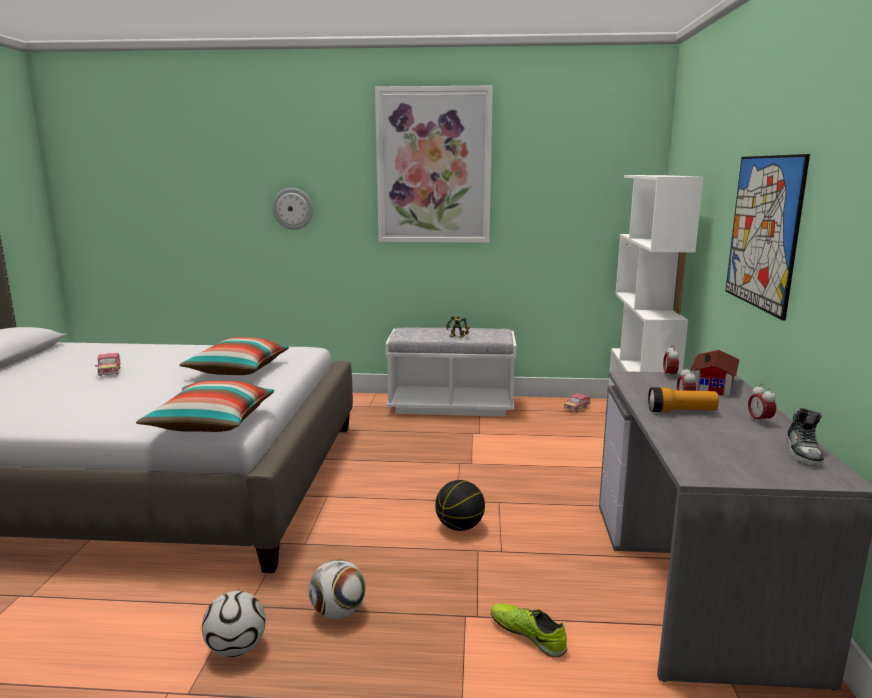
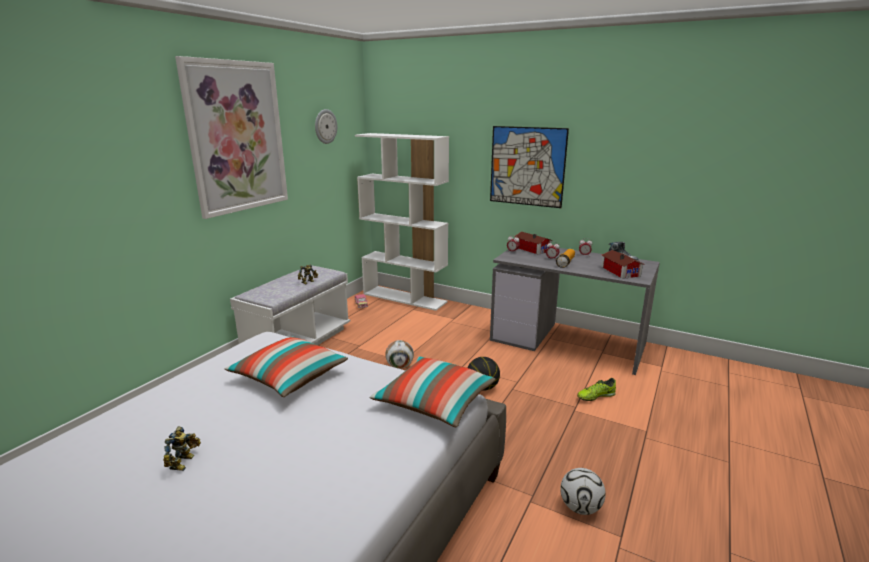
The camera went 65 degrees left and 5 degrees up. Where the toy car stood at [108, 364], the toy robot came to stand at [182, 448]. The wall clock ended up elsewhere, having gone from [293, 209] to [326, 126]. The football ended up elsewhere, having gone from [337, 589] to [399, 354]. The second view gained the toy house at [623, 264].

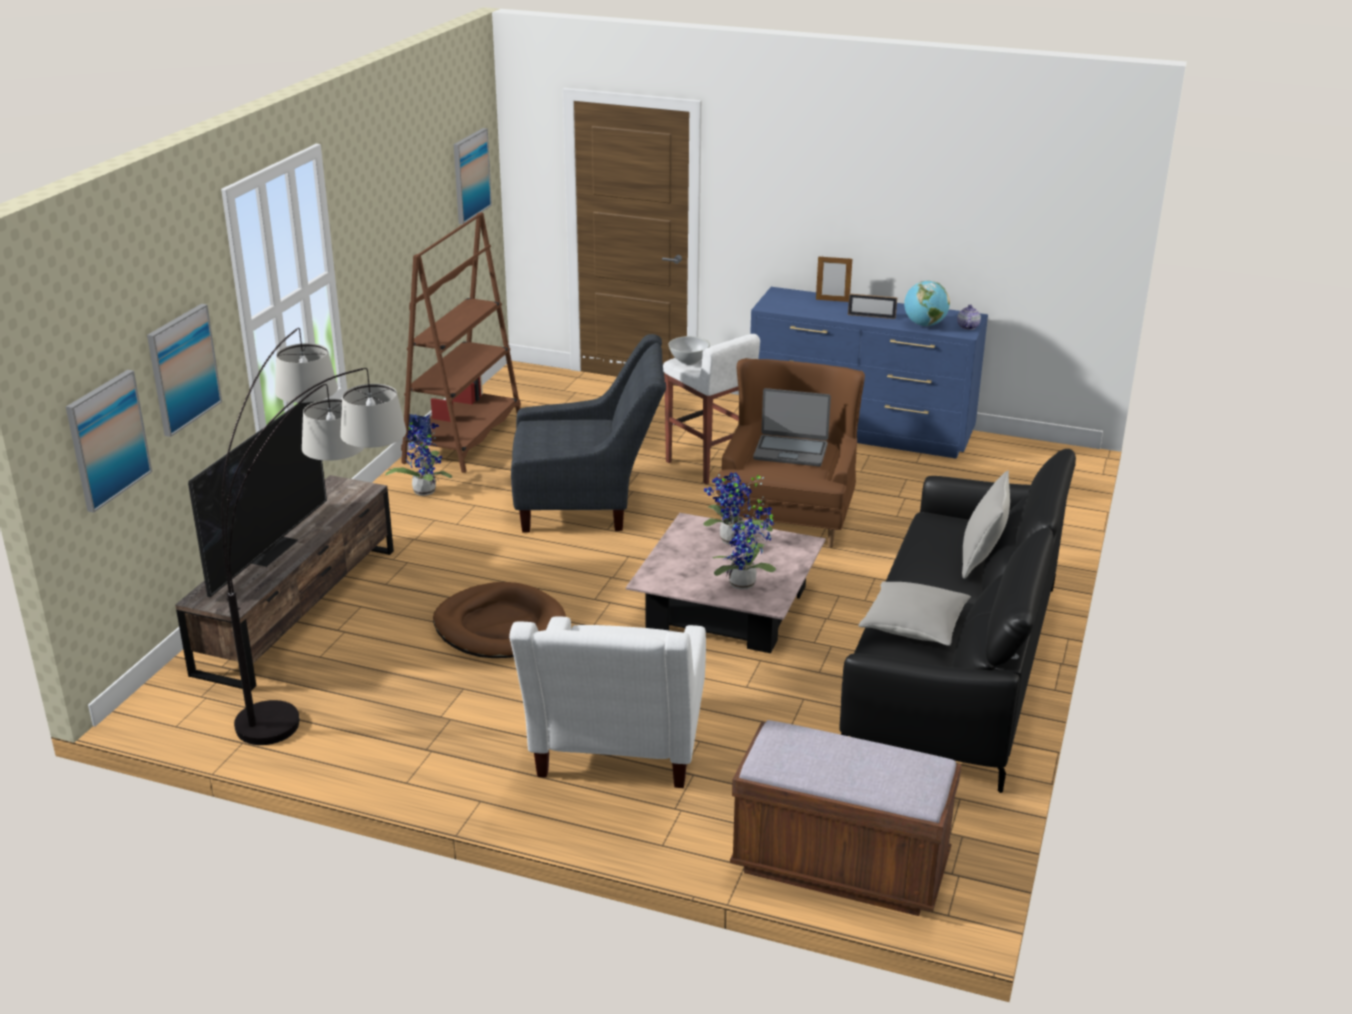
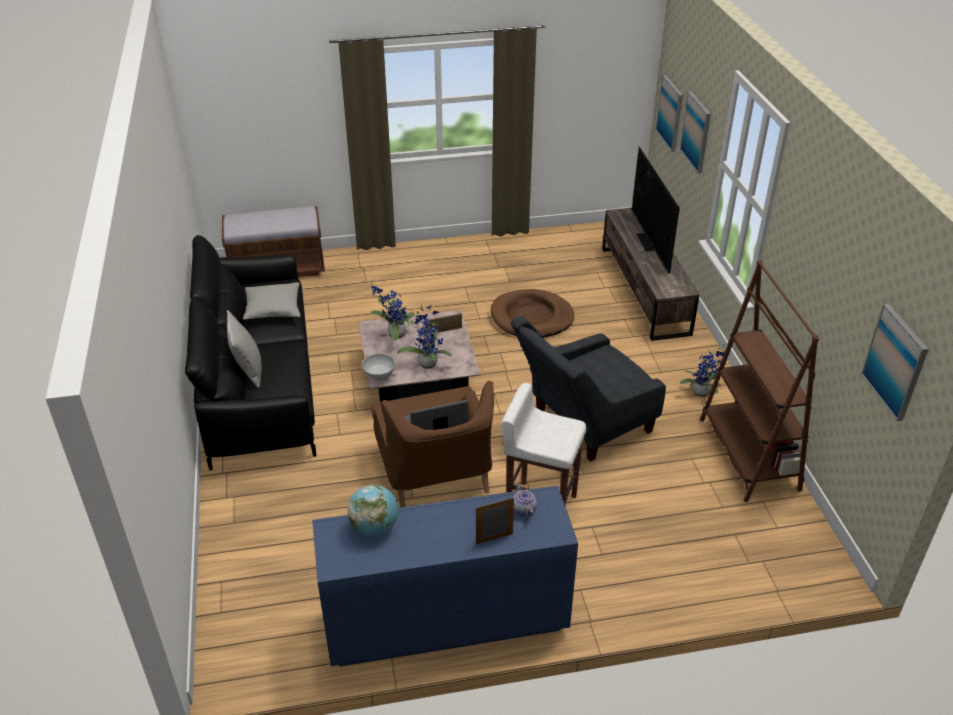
The camera went 150 degrees right and 10 degrees up. The second view lost the floor lamp at [313, 536]. The second view lost the armchair in white at [607, 702]. The bowl in white ended up elsewhere, having gone from [689, 350] to [379, 366]. The picture frame ended up elsewhere, having gone from [872, 306] to [443, 323]. The teapot ended up elsewhere, having gone from [969, 317] to [525, 500].

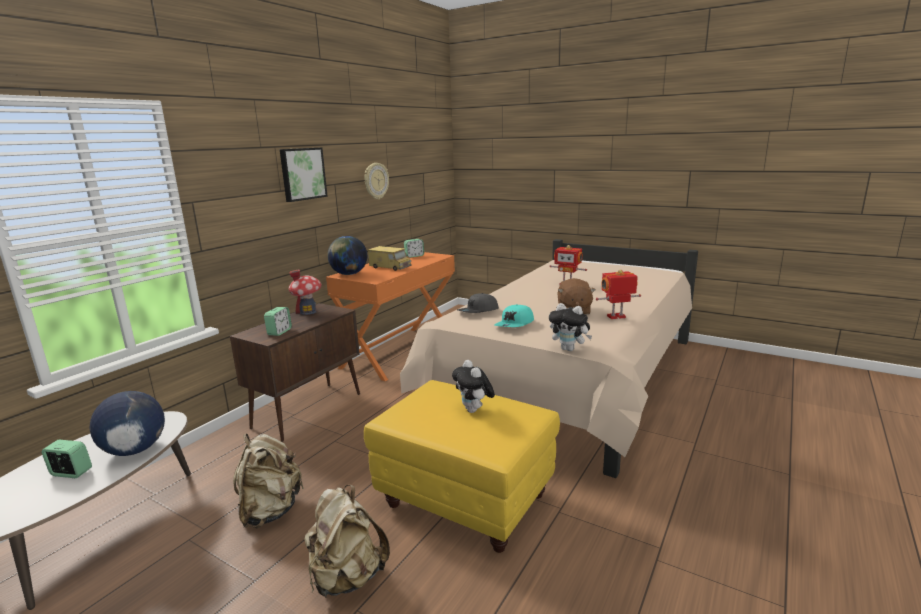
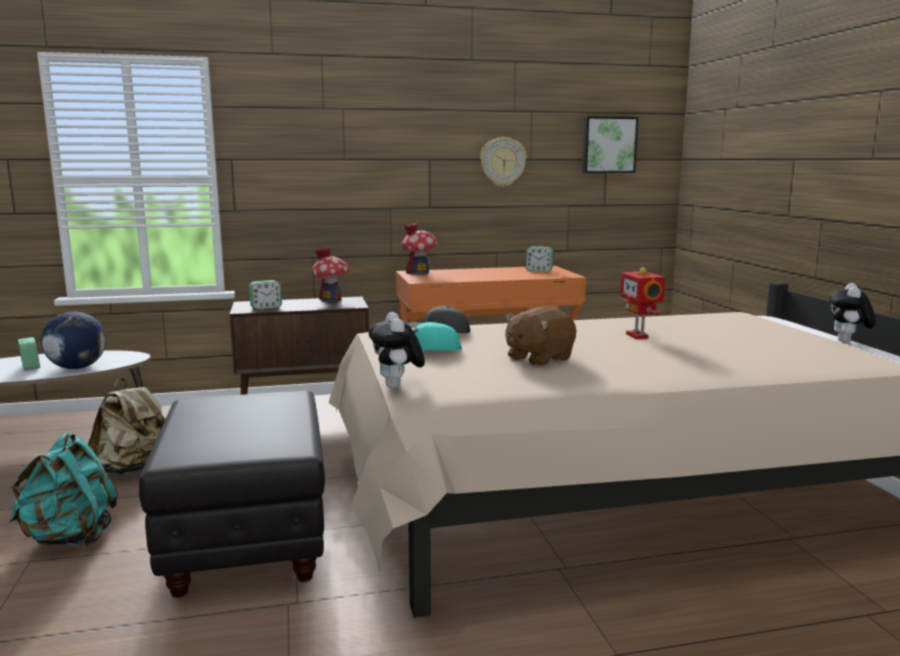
The camera went 45 degrees right and 5 degrees down. The picture ended up elsewhere, having gone from [304, 175] to [610, 144]. What was the backpack in beige at [347, 541] turned into the backpack in turquoise at [63, 490]. Where the globe stood at [347, 255], the toy house came to stand at [419, 248]. What was the ottoman in yellow at [462, 466] turned into the ottoman in black at [232, 494]. The second view lost the toy truck at [390, 258]. The plush toy ended up elsewhere, having gone from [473, 386] to [852, 313]. The second view lost the toy robot at [618, 294].

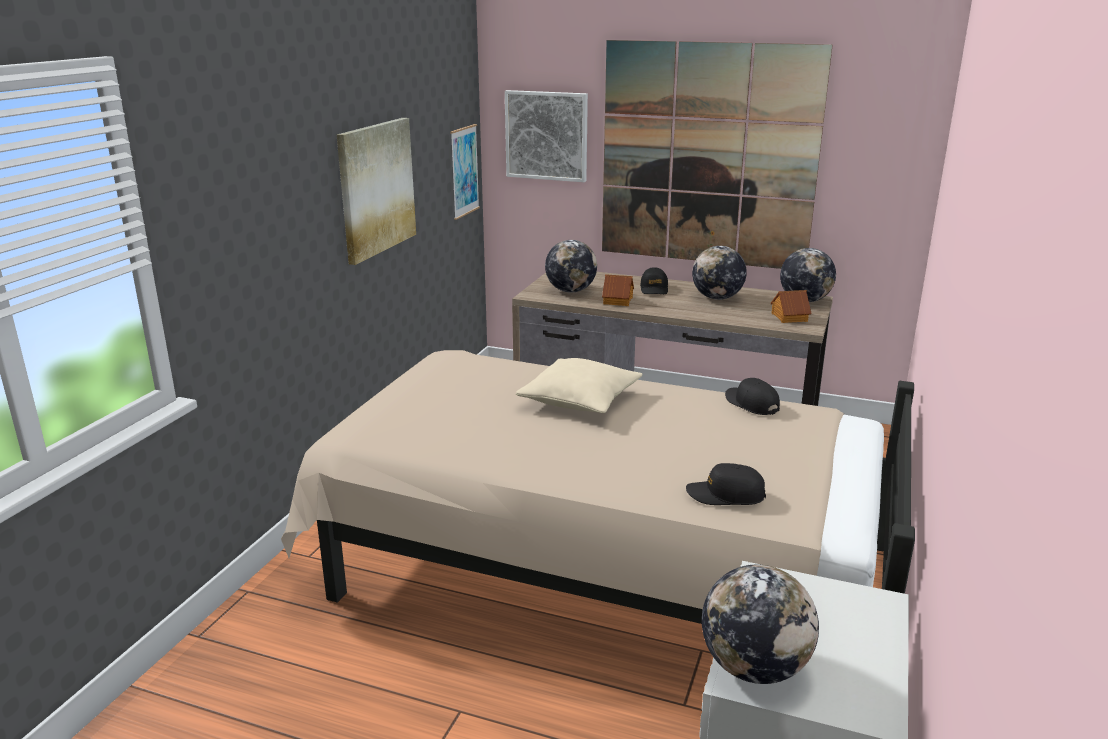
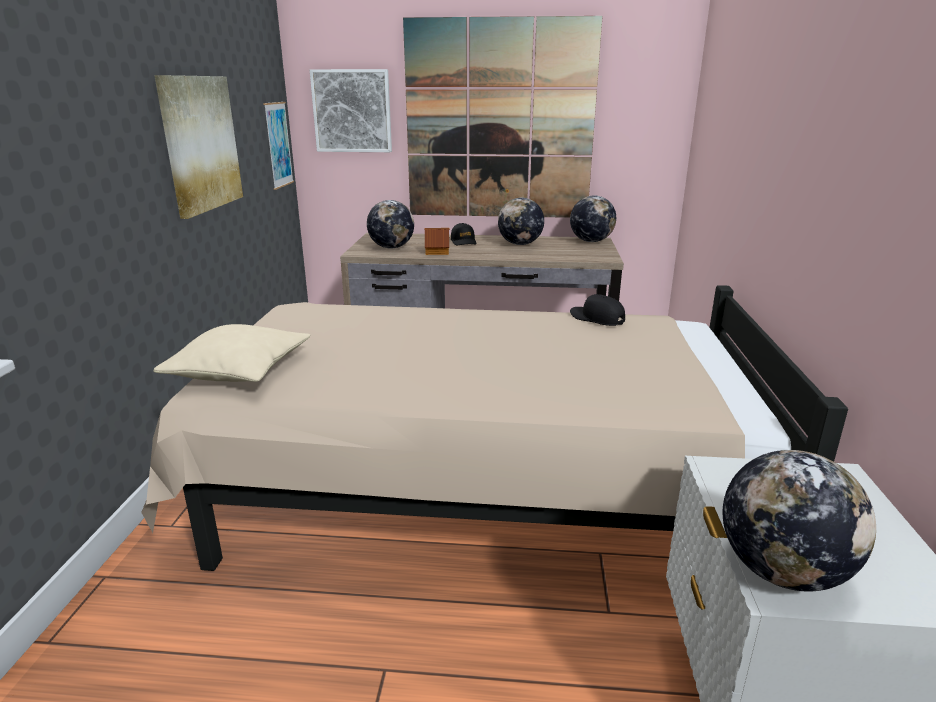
The camera went 15 degrees left and 0 degrees up. The pillow in beige ended up elsewhere, having gone from [579, 385] to [231, 353]. The second view lost the cap in black at [726, 484]. The second view lost the toy house at [791, 306].

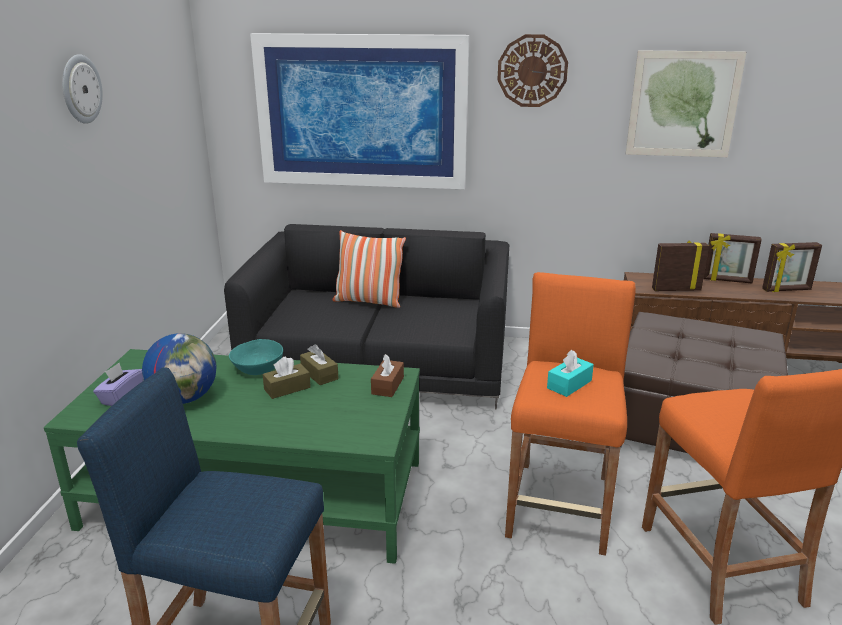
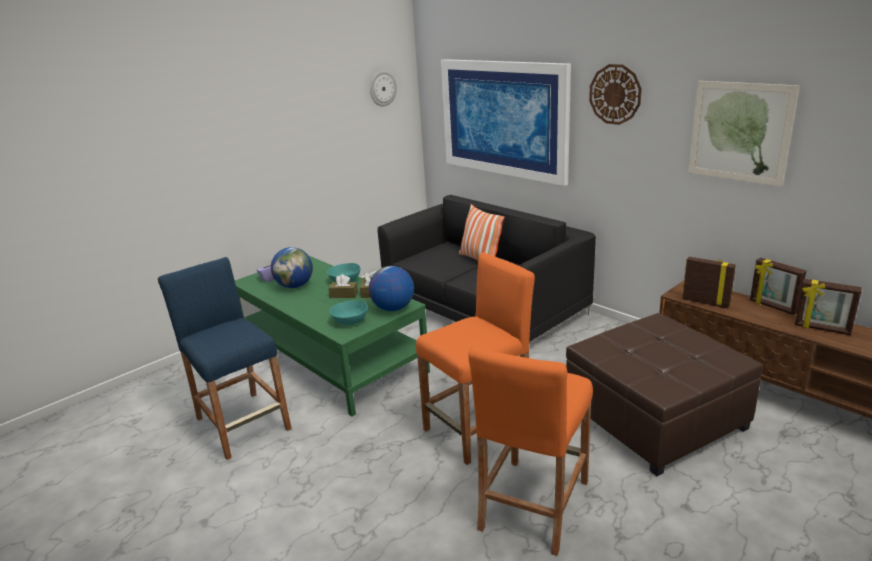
The camera went 40 degrees right and 0 degrees up. The wall clock ended up elsewhere, having gone from [82, 89] to [383, 89]. Where the tissue box in brown stood at [387, 375], the globe came to stand at [391, 288]. The second view lost the tissue box in turquoise at [570, 373]. The second view gained the bowl in turquoise at [348, 312].

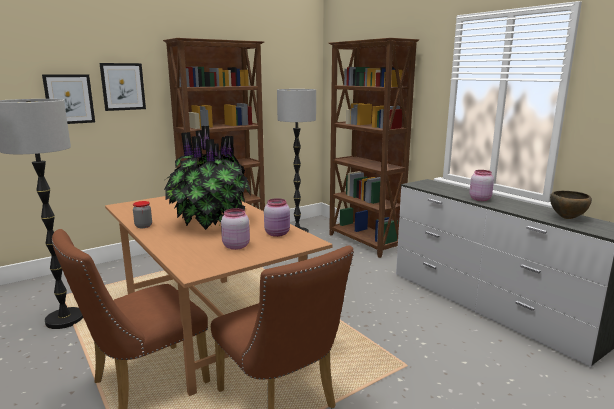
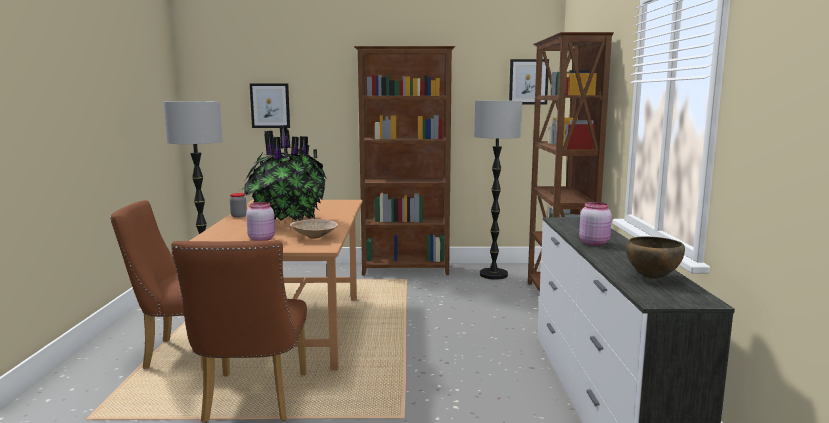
The camera went 35 degrees right and 5 degrees down. The picture ended up elsewhere, having gone from [122, 87] to [529, 81]. Where the jar in pink stood at [277, 217], the bowl in beige came to stand at [314, 229].

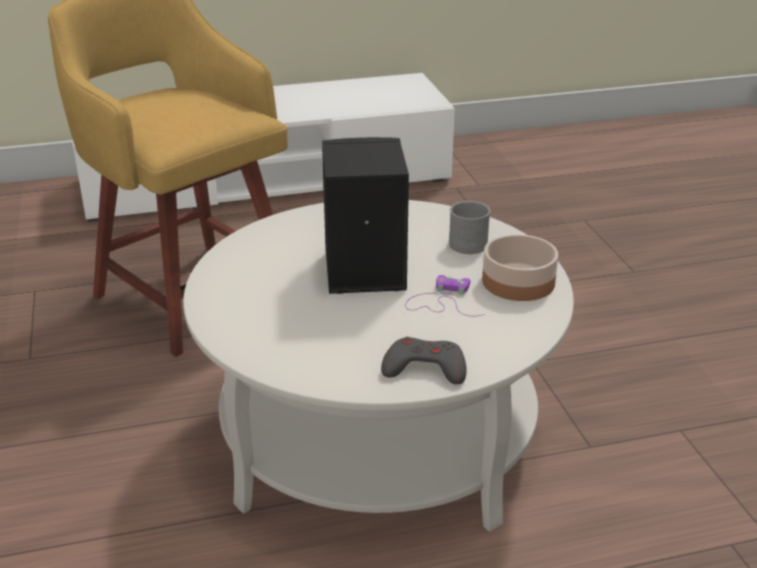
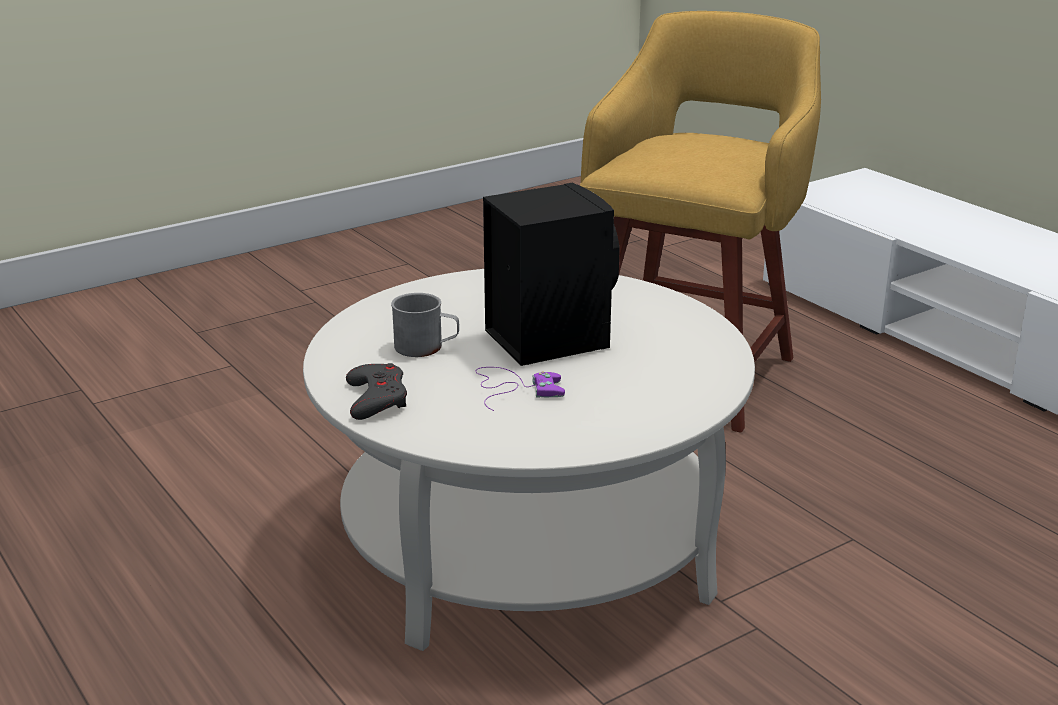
The camera went 70 degrees right and 5 degrees down. The mug in grey ended up elsewhere, having gone from [470, 227] to [425, 325]. The second view lost the bowl at [520, 267].

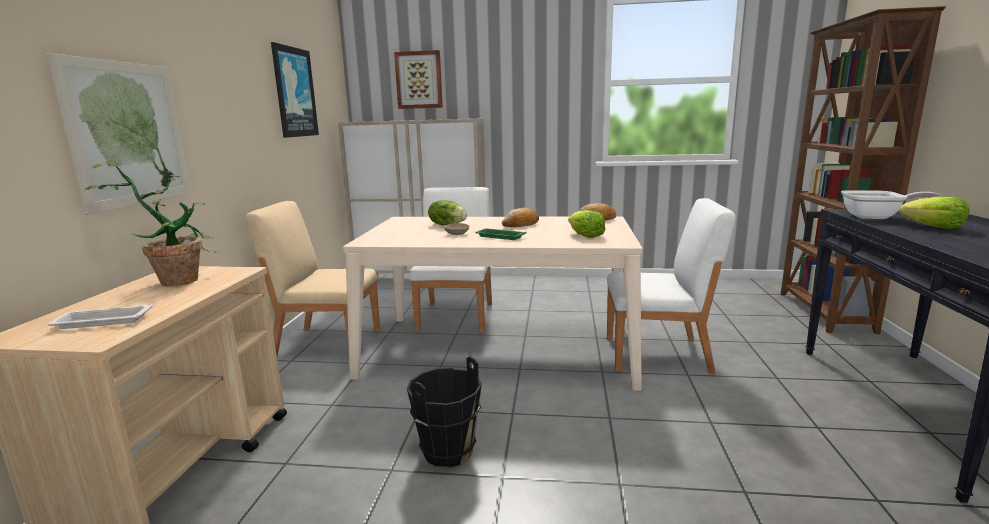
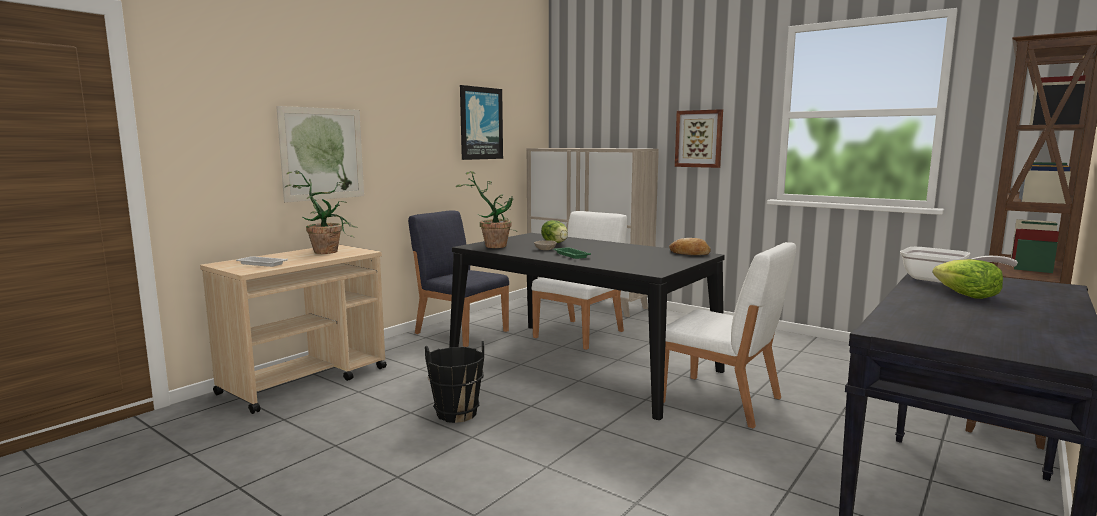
The camera went 30 degrees right and 5 degrees down. What was the chair in beige at [312, 279] turned into the chair in blue at [458, 278]. What was the dining table in beige at [493, 303] turned into the dining table in black at [587, 326]. The picture ended up elsewhere, having gone from [418, 79] to [699, 138]. The second view lost the bread at [520, 217]. The second view lost the lettuce at [586, 224]. The second view gained the potted plant at [486, 209].

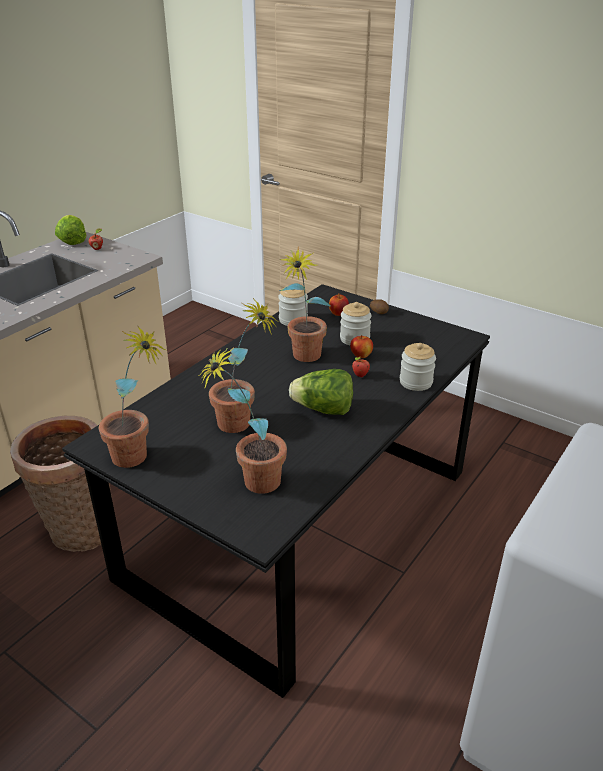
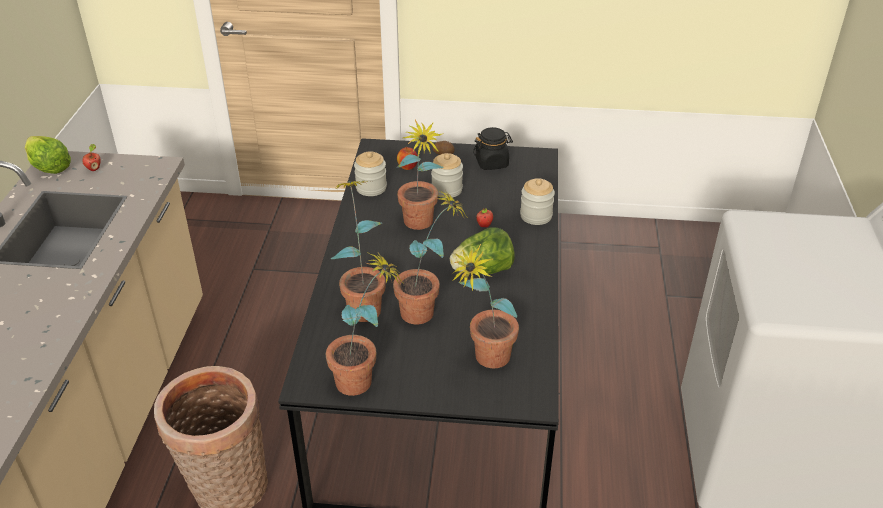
The camera went 30 degrees left and 5 degrees up. The second view lost the apple at [361, 346]. The second view gained the potted plant at [358, 251]. The second view gained the jar in black at [493, 148].

